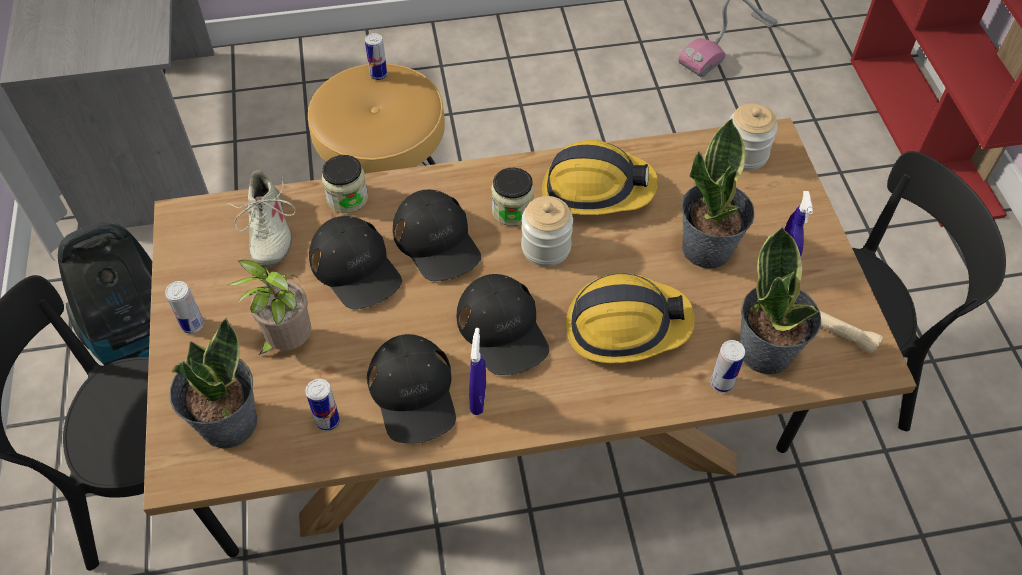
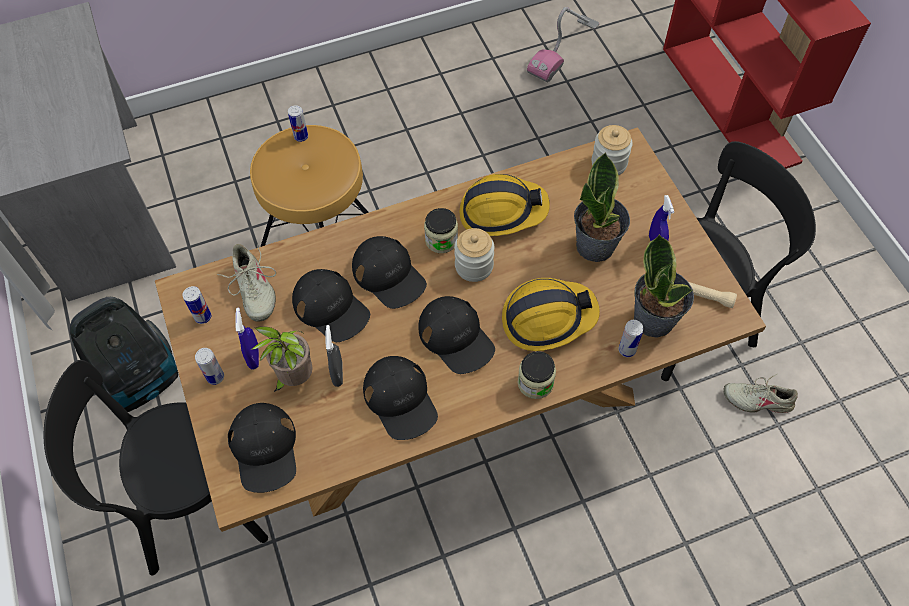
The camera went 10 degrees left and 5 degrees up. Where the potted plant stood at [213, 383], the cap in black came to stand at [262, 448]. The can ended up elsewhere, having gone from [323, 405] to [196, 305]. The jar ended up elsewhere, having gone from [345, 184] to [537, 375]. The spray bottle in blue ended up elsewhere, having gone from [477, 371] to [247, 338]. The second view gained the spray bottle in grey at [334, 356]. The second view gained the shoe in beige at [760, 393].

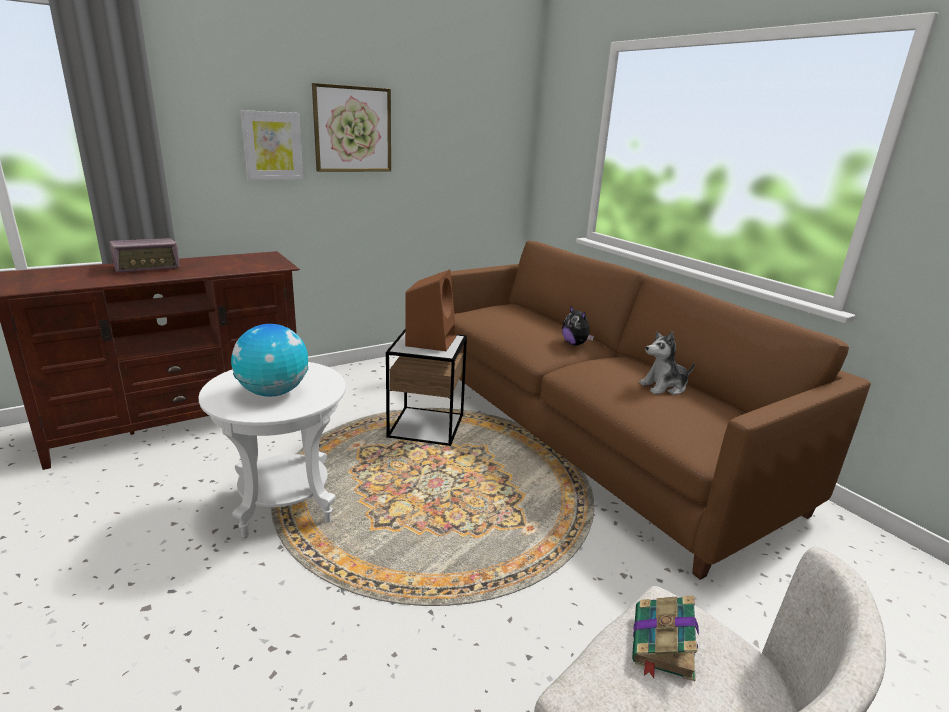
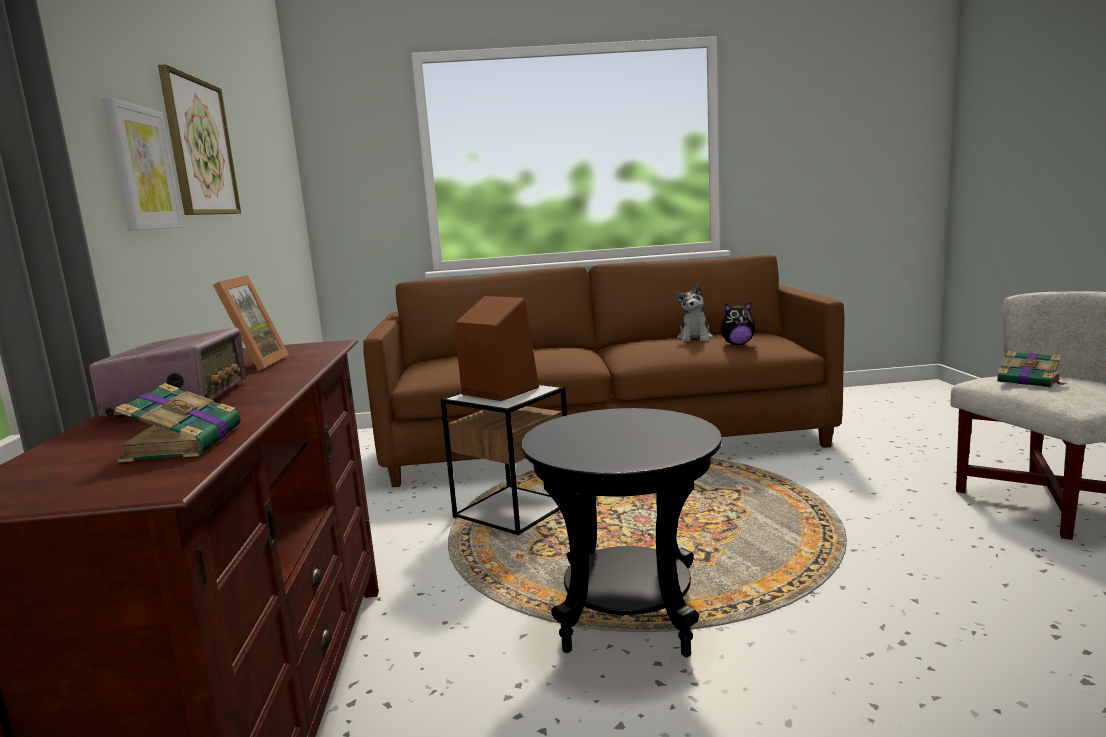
The camera went 60 degrees left and 10 degrees down. What was the side table in white at [272, 450] turned into the side table in black at [621, 532]. The second view lost the globe at [269, 360]. The plush toy ended up elsewhere, having gone from [578, 325] to [738, 323]. The second view gained the book at [178, 423]. The second view gained the picture frame at [251, 323].

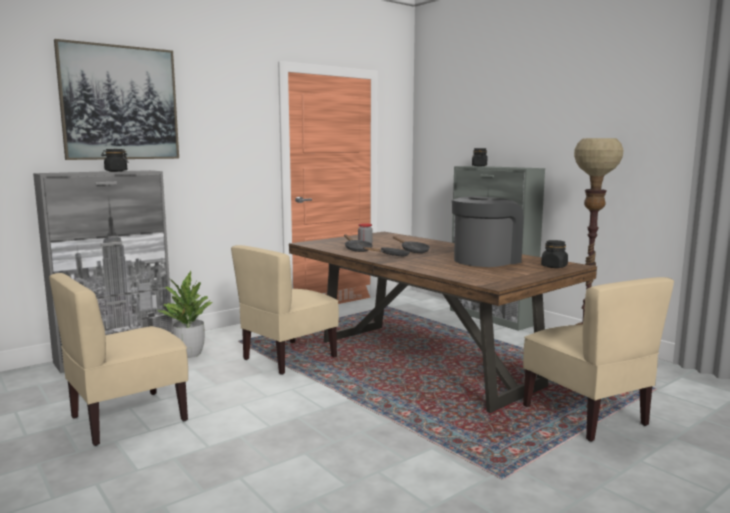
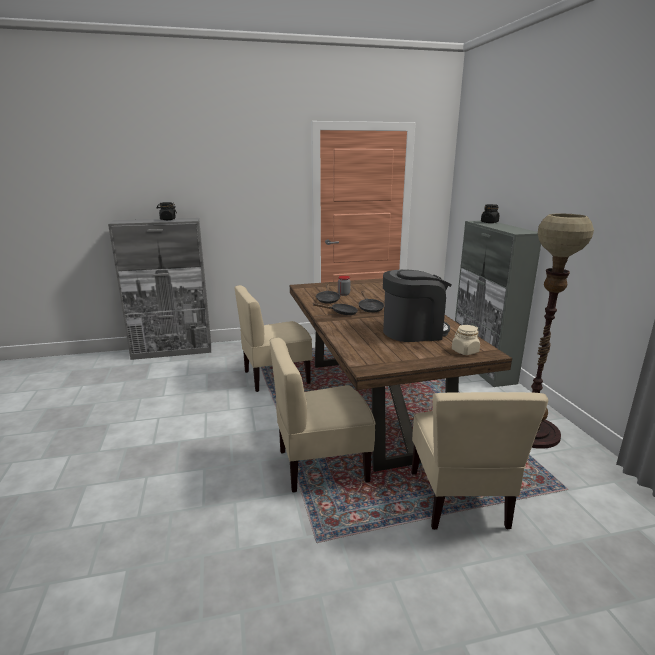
The camera went 25 degrees right and 10 degrees up. The chair in beige ended up elsewhere, having gone from [118, 359] to [323, 414]. The second view lost the picture at [116, 99]. The second view lost the potted plant at [184, 314]. What was the jar in black at [554, 254] turned into the jar in beige at [466, 340].

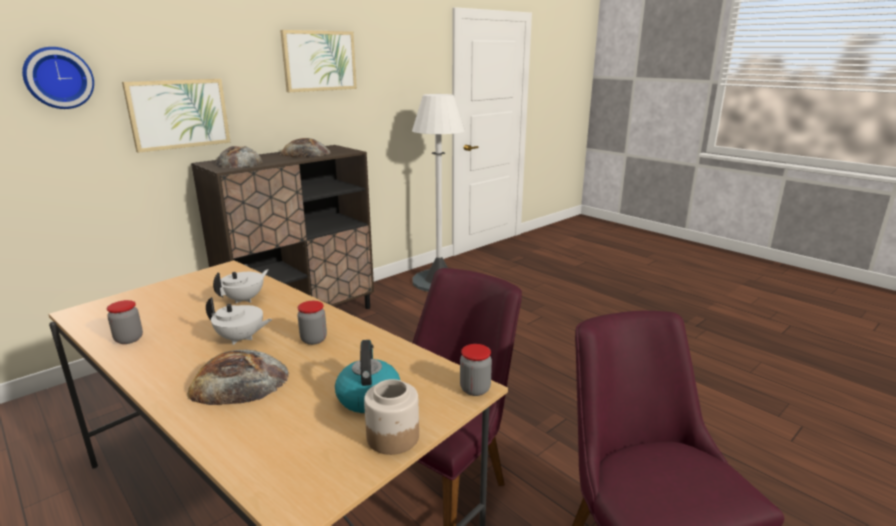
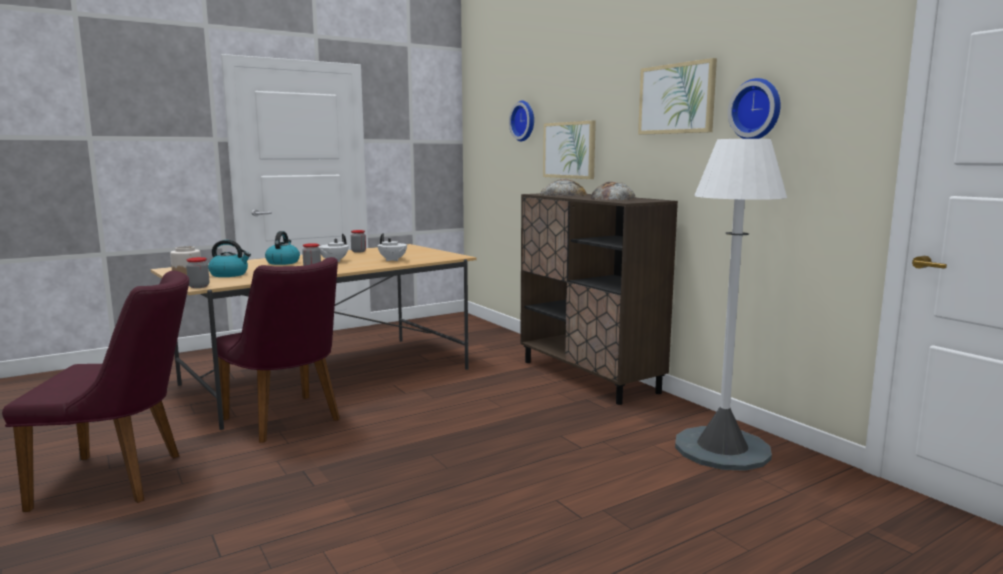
The camera went 100 degrees right and 10 degrees down. Where the bread stood at [238, 377], the kettle came to stand at [282, 248]. The second view gained the wall clock at [754, 108].

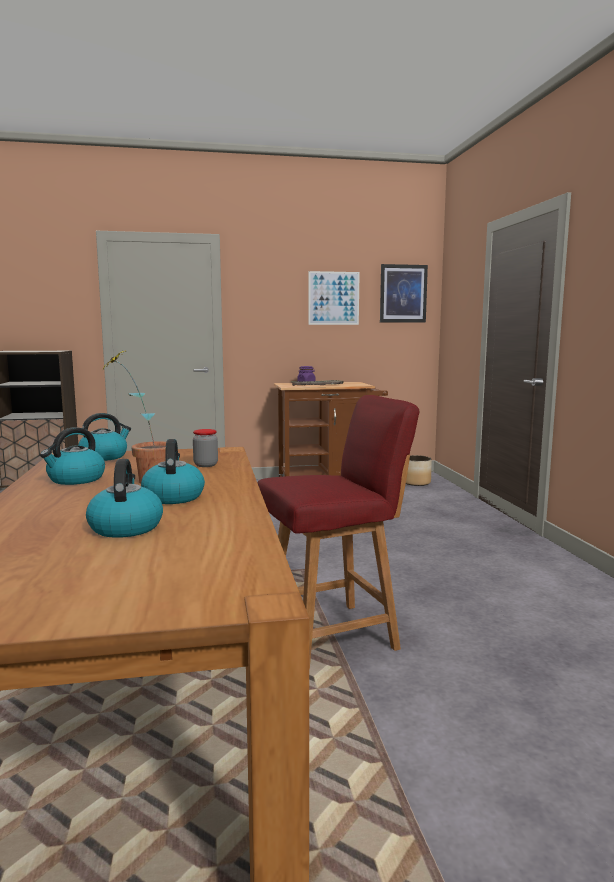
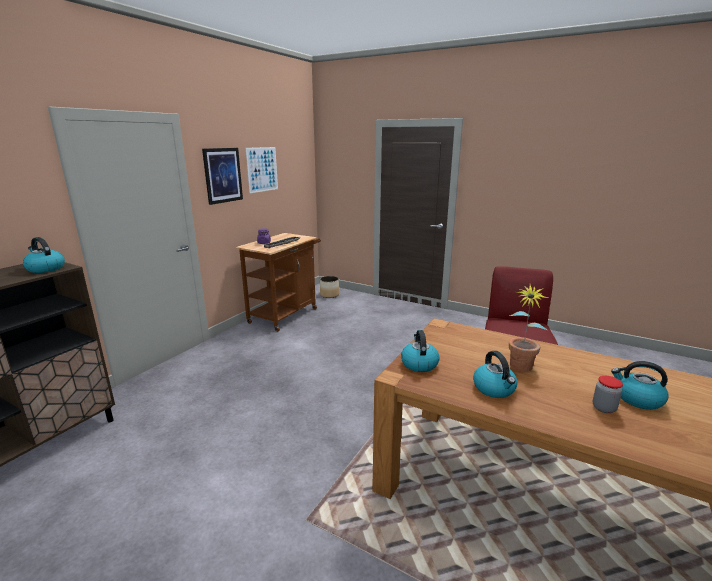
The camera went 50 degrees left and 10 degrees up. The kettle ended up elsewhere, having gone from [173, 471] to [44, 255]. The jar ended up elsewhere, having gone from [205, 448] to [608, 394]. The picture ended up elsewhere, having gone from [404, 293] to [222, 176].

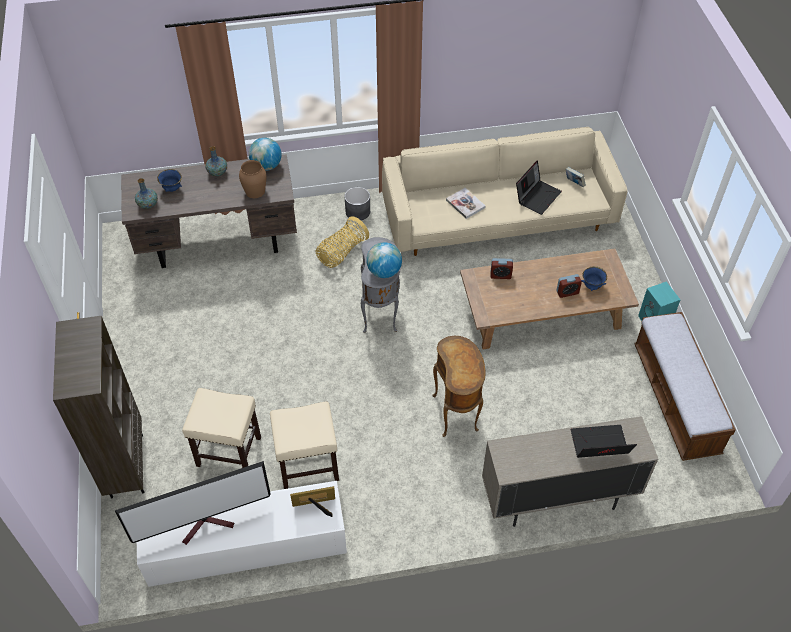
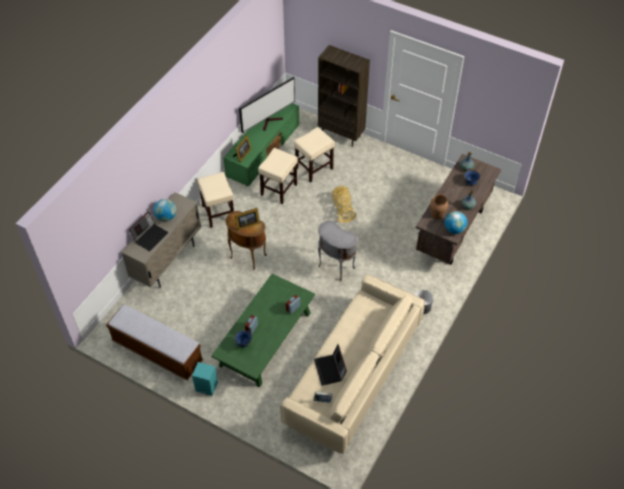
The camera went 130 degrees right and 0 degrees up. The television at [193, 503] ended up facing another way, 150 degrees counterclockwise from before. What was the tv stand in white at [242, 534] turned into the tv stand in green at [261, 145]. The basket ended up elsewhere, having gone from [342, 242] to [344, 204]. The globe ended up elsewhere, having gone from [384, 260] to [165, 210]. The second view lost the book at [465, 203]. What was the coffee table in brown at [549, 299] turned into the coffee table in green at [263, 331]. The second view gained the stool in beige at [215, 200]. The second view gained the picture frame at [247, 219].

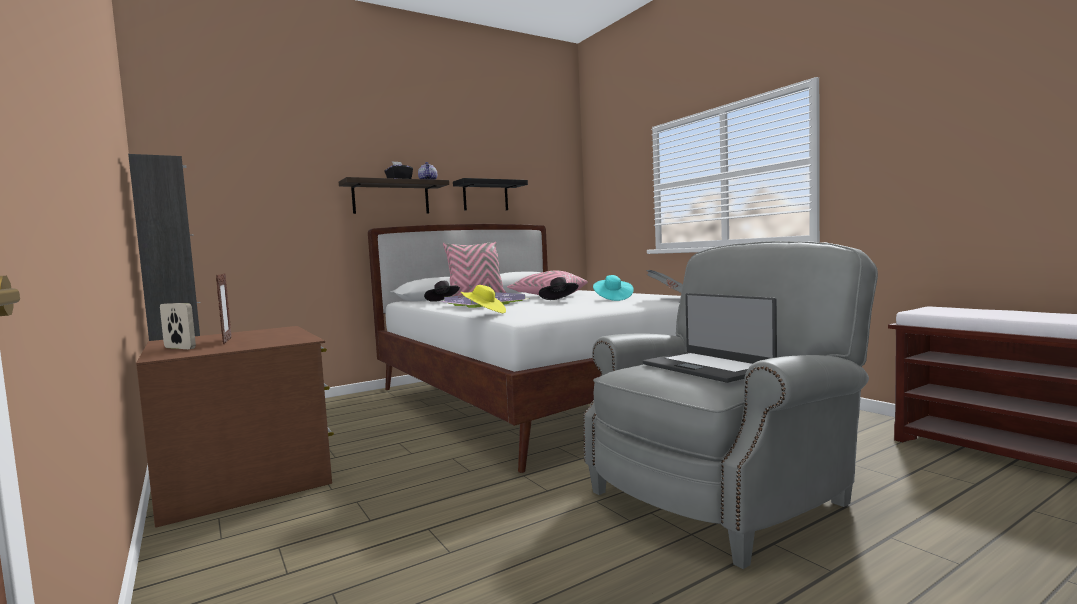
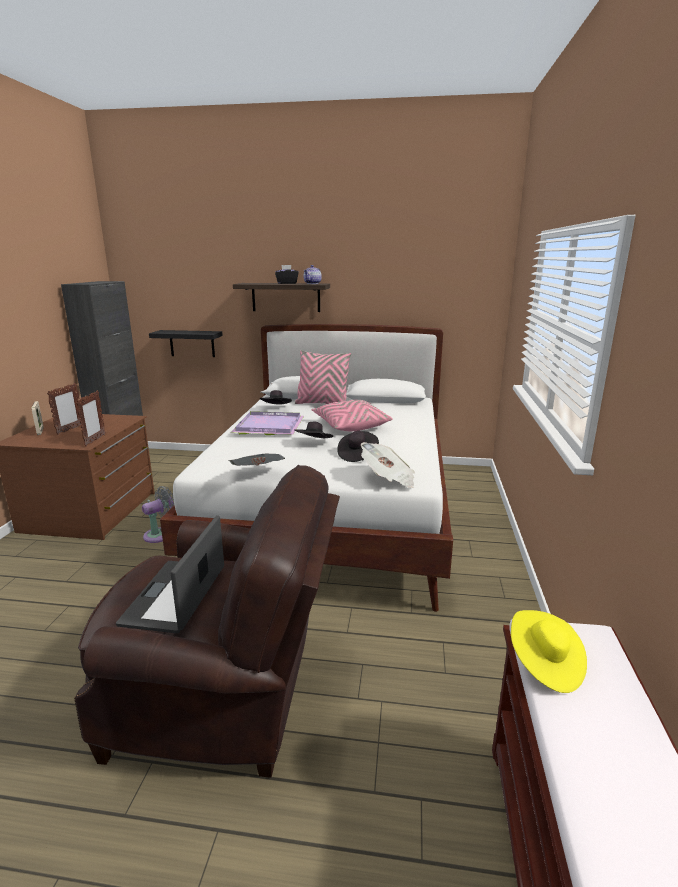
The camera went 40 degrees right and 15 degrees up. The shelf in black ended up elsewhere, having gone from [490, 194] to [186, 343]. The hat in yellow ended up elsewhere, having gone from [483, 299] to [549, 651]. What was the armchair in grey at [730, 405] turned into the armchair in brown at [207, 621]. What was the hat in turquoise at [613, 288] turned into the hat in black at [358, 446]. The second view gained the picture frame at [91, 418]. The second view gained the fan in grey at [158, 514]. The second view gained the newspaper at [256, 459].

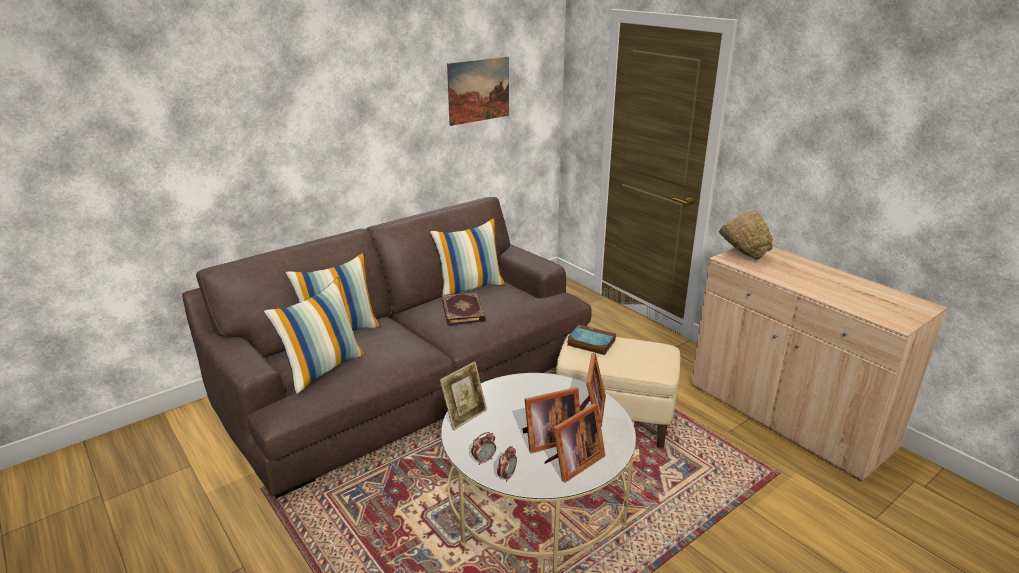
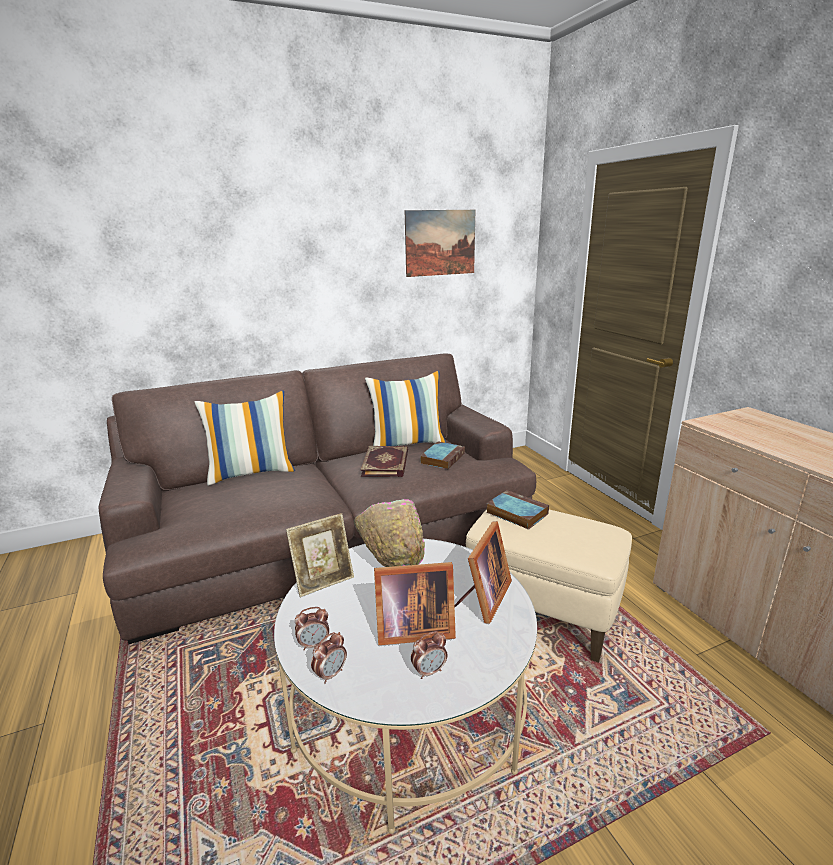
The camera went 15 degrees right and 5 degrees down. The second view lost the pillow at [314, 335]. Where the picture frame stood at [575, 442], the alarm clock came to stand at [429, 655]. The bowl in pink ended up elsewhere, having gone from [746, 234] to [389, 533]. The second view gained the book at [442, 455].

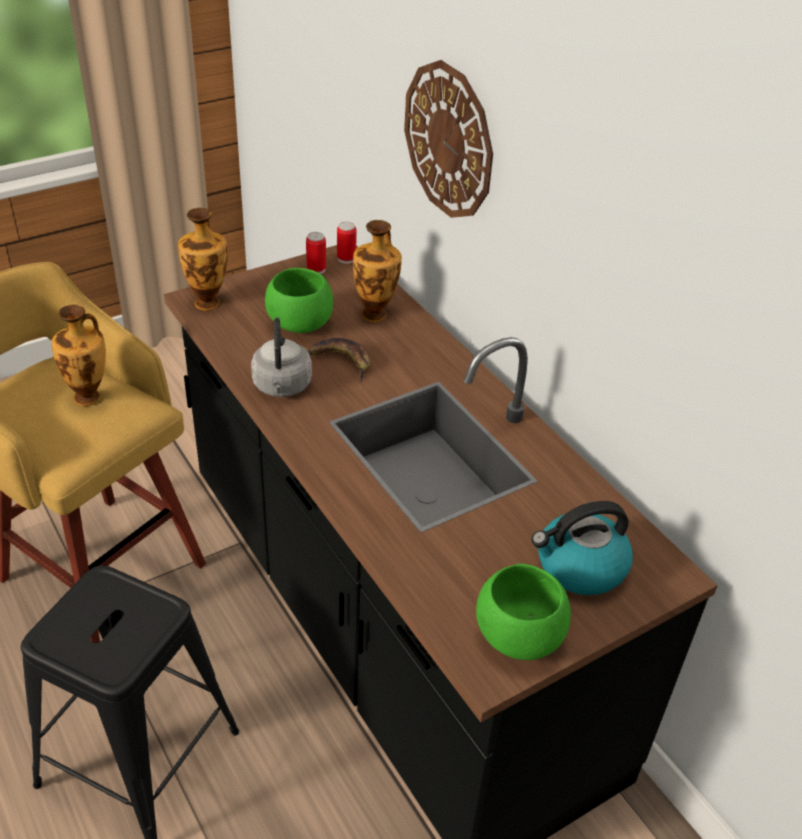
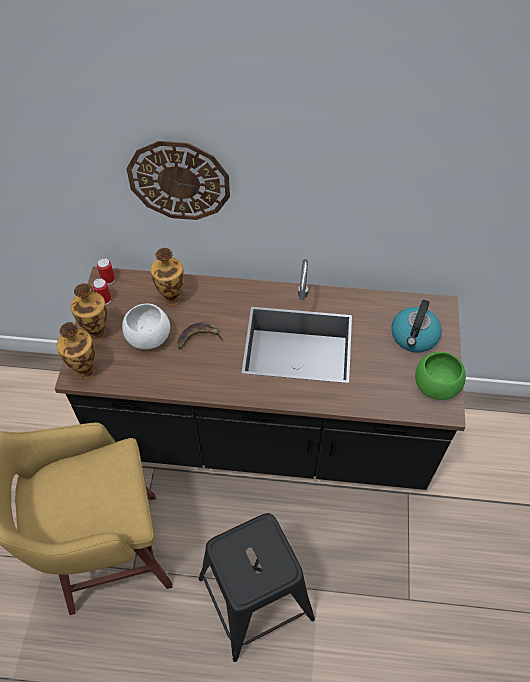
The camera went 50 degrees left and 15 degrees up. The vase ended up elsewhere, having gone from [78, 355] to [89, 312]. The second view lost the kettle in grey at [281, 357]. What was the bowl in green at [299, 300] turned into the bowl in white at [146, 326].

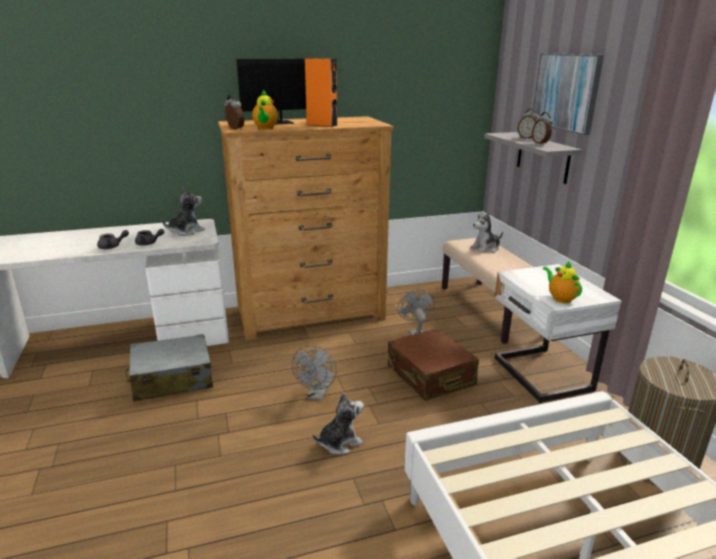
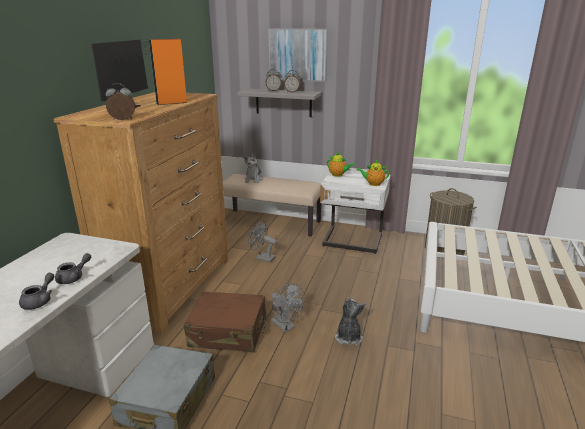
The camera went 55 degrees left and 0 degrees up. The second view lost the plush toy at [183, 211]. The teapot ended up elsewhere, having gone from [265, 109] to [341, 164]. The suitcase in brown ended up elsewhere, having gone from [433, 364] to [225, 322].

